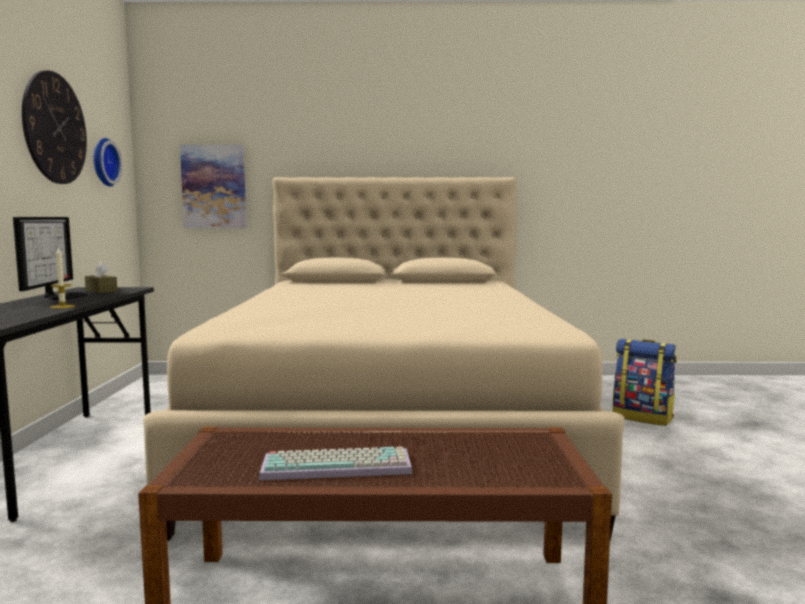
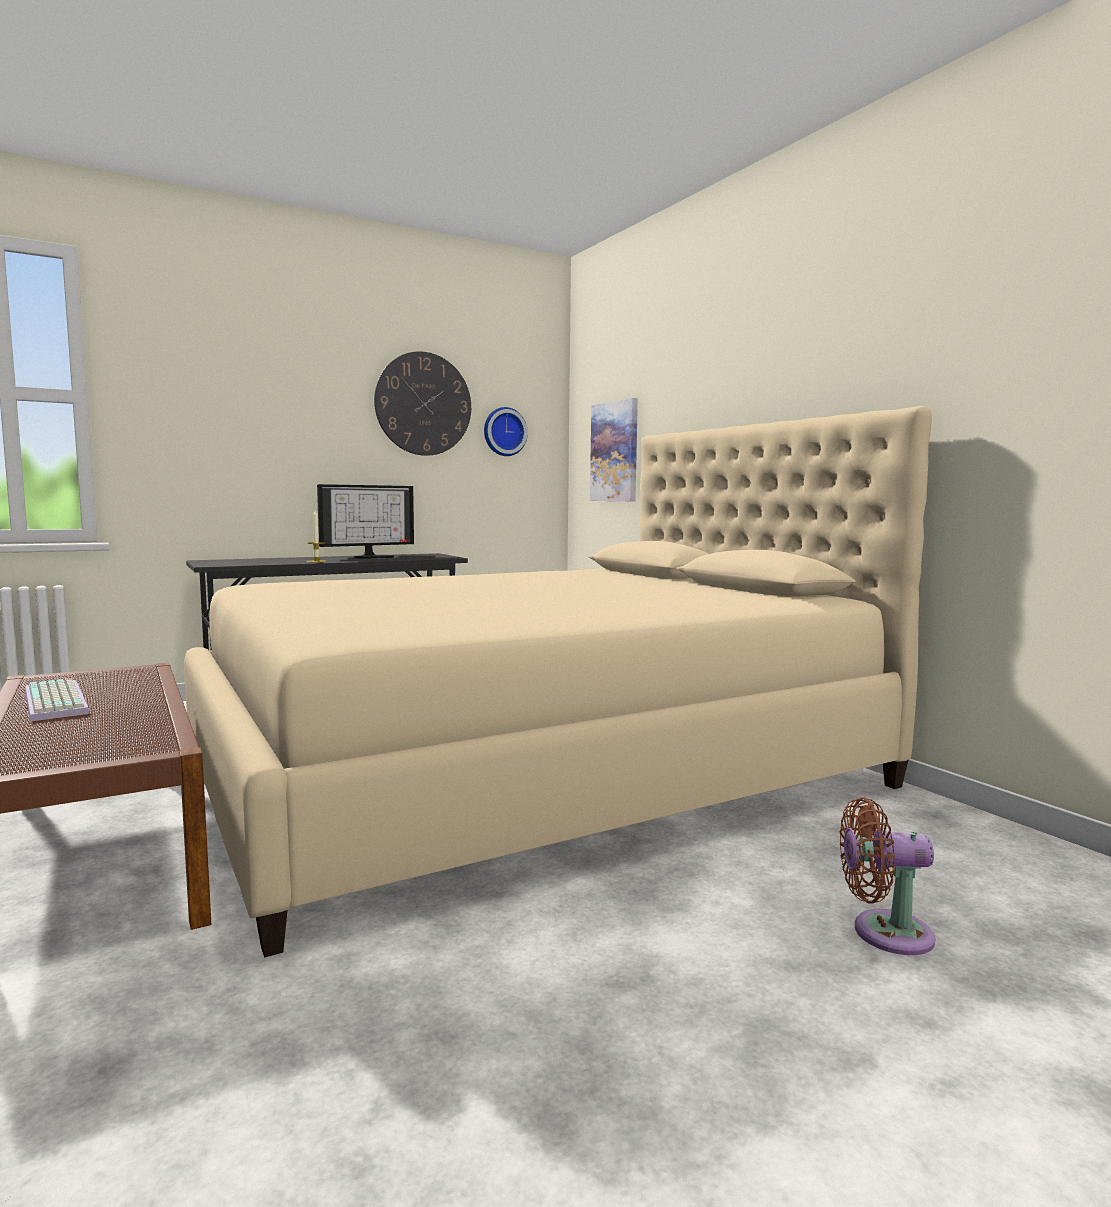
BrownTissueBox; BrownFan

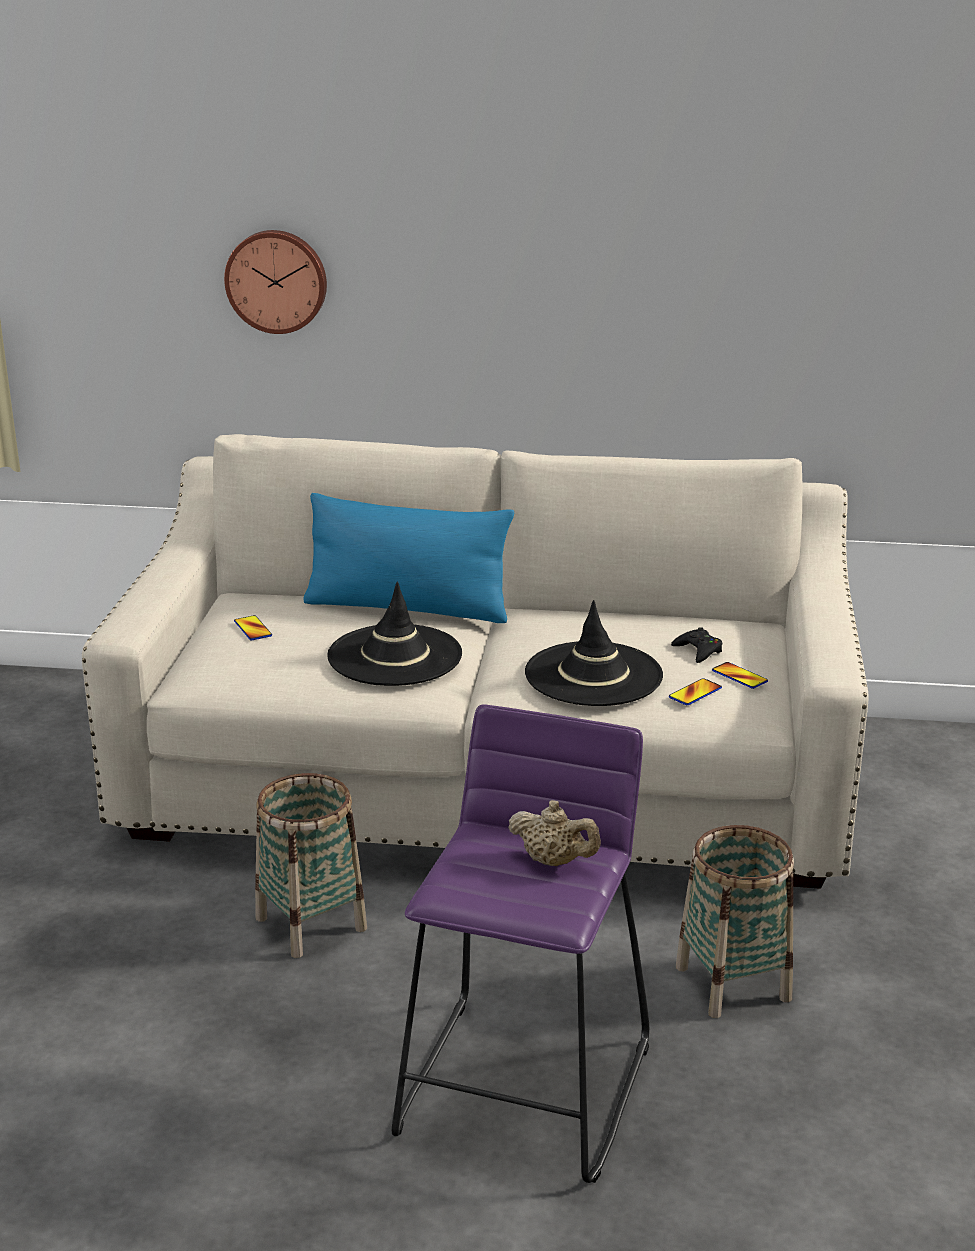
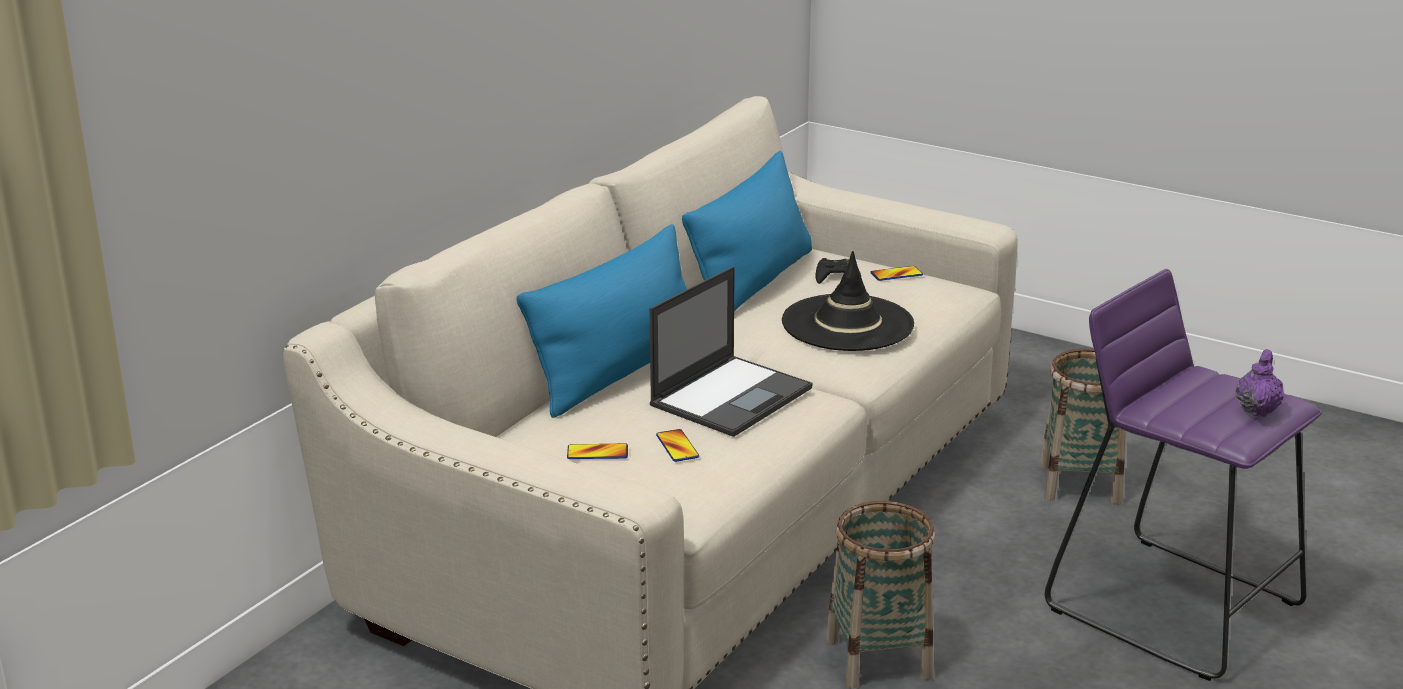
WallClock; Laptop; BeigeTeapot; Phone (no. 2 from left); BluePillow (no. 2 from left); PurpleTeapot

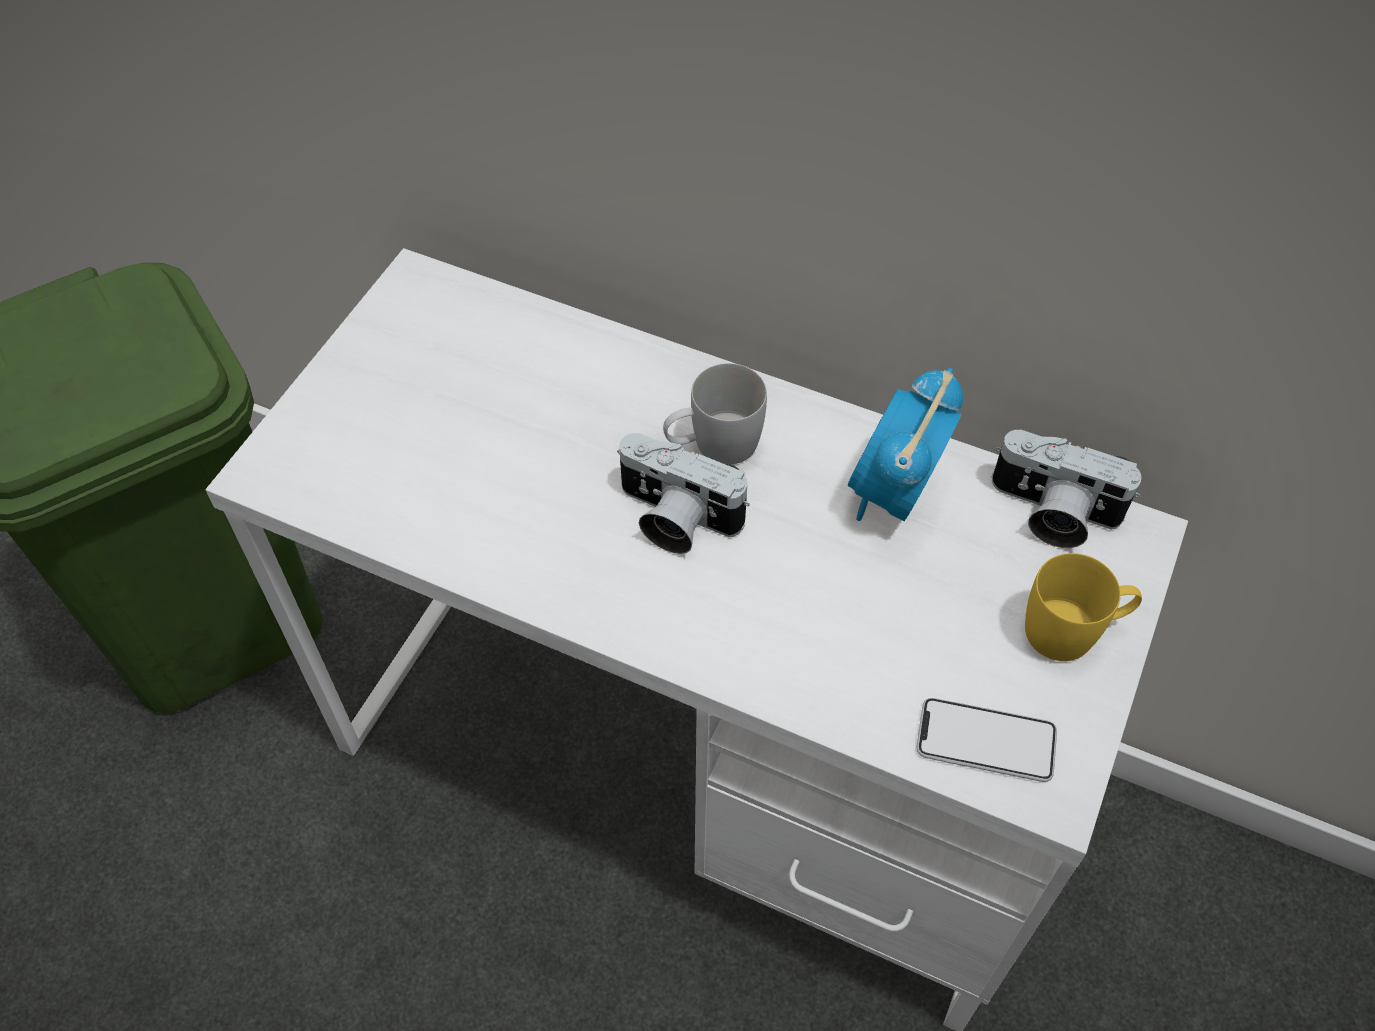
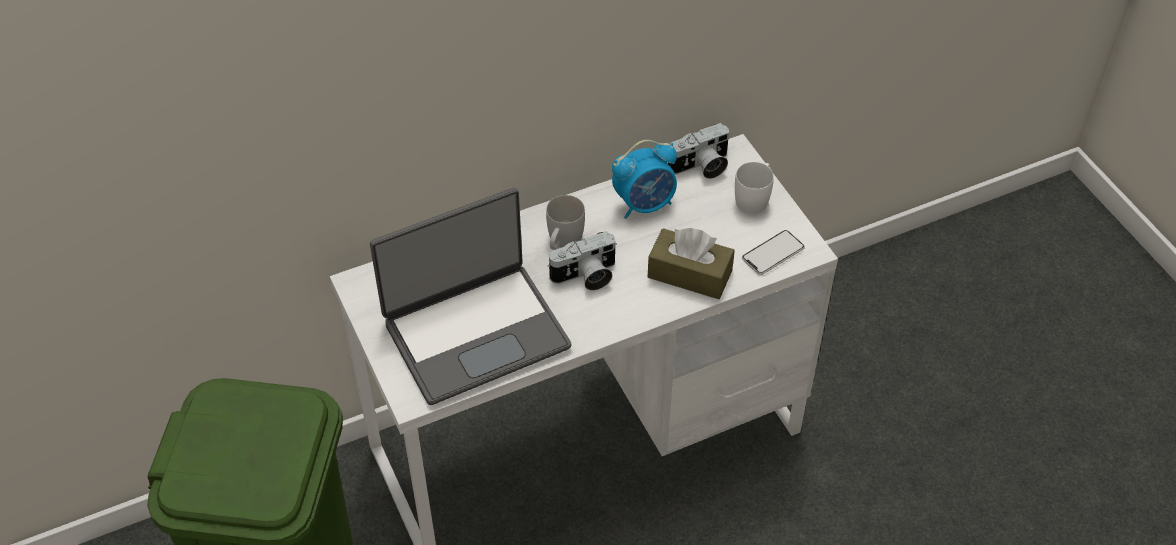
AlarmClock; WhiteMug (no. 2 from left); Laptop; BrownTissueBox

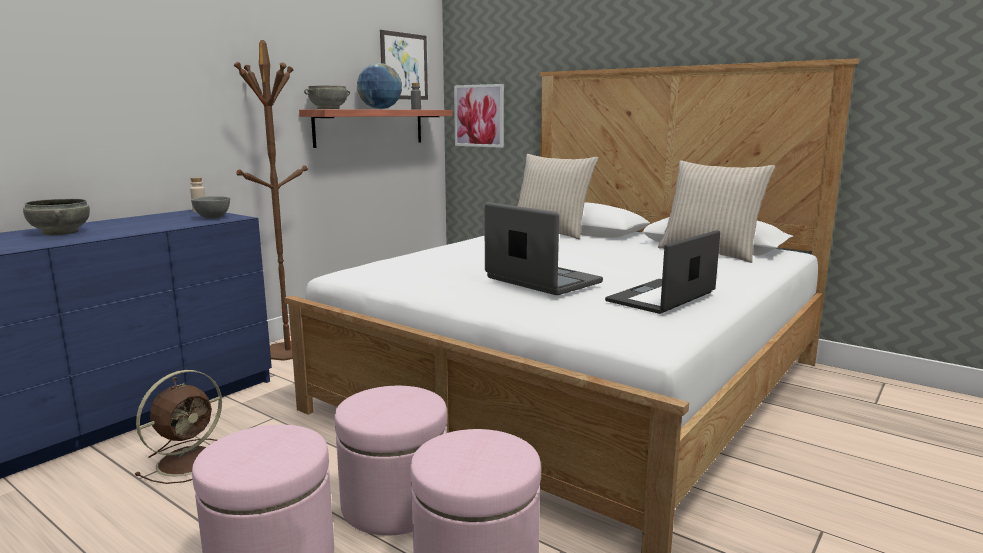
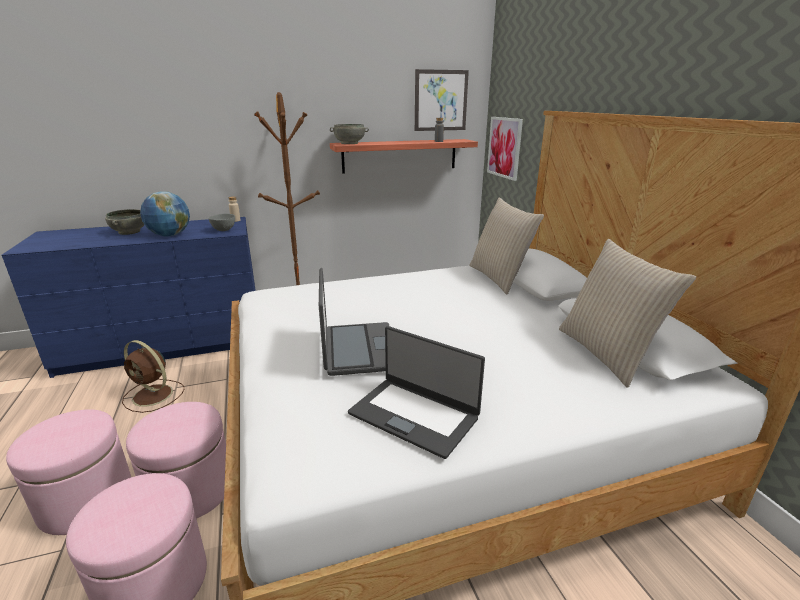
BrownFan; Globe; Laptop (no. 2 from left)

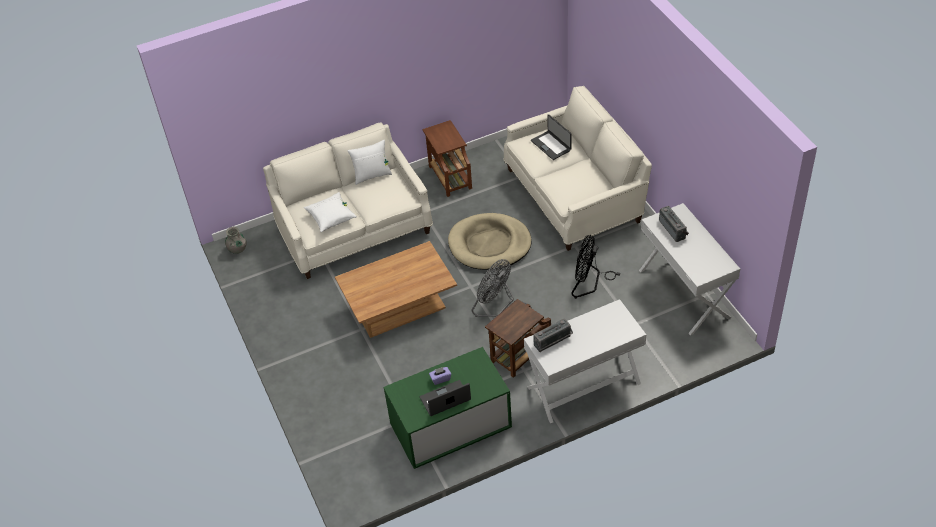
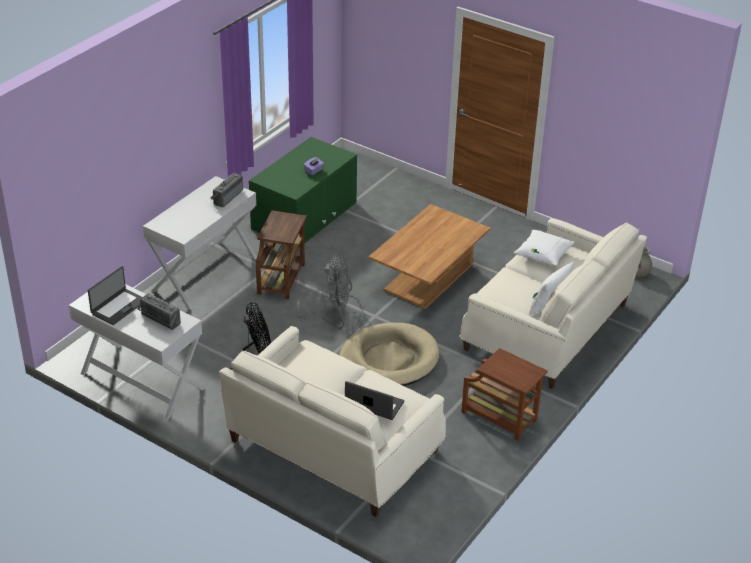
Laptop (no. 1 from left)

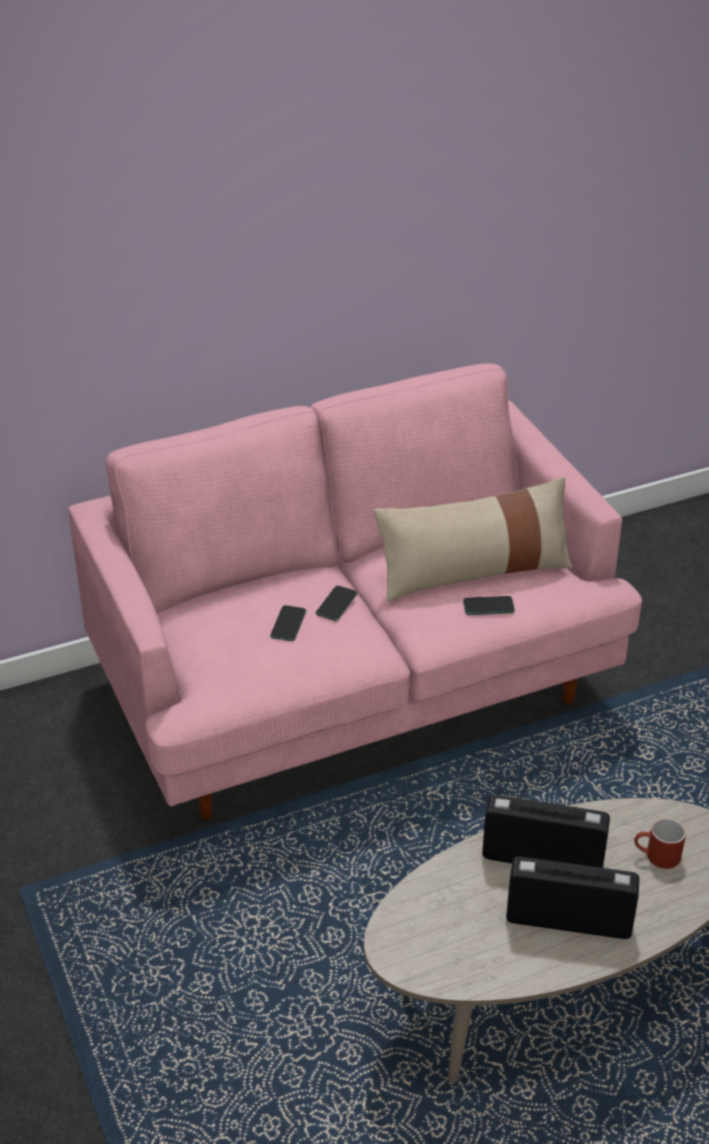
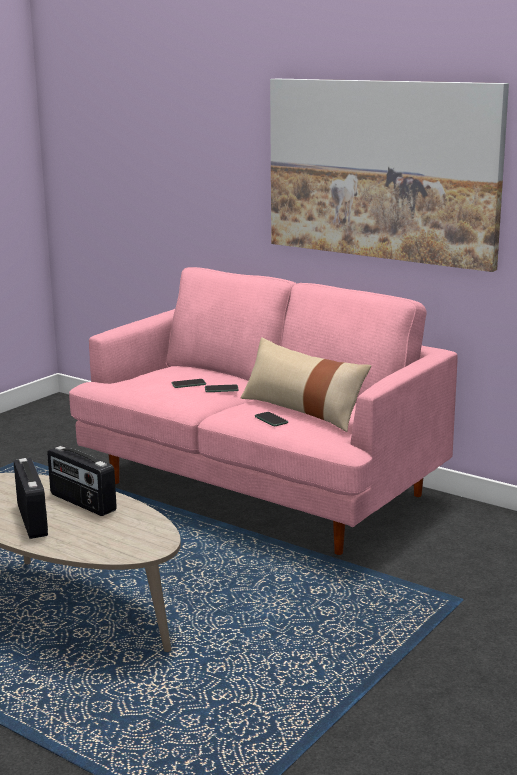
Radio (no. 2 from left); RedMug; Picture

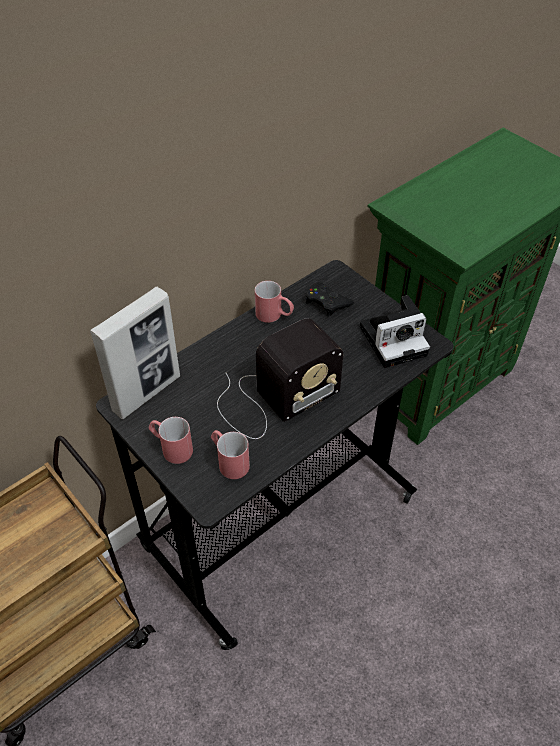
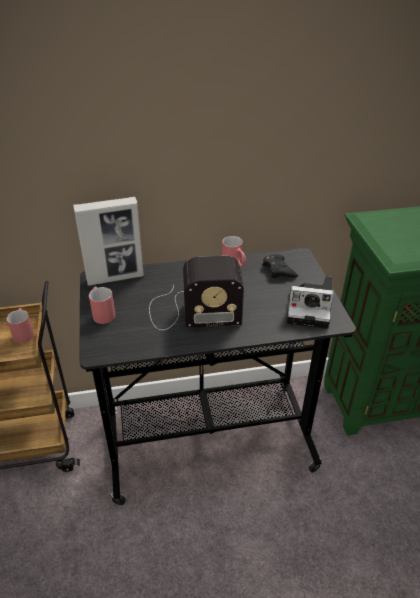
RedMug (no. 1 from left)

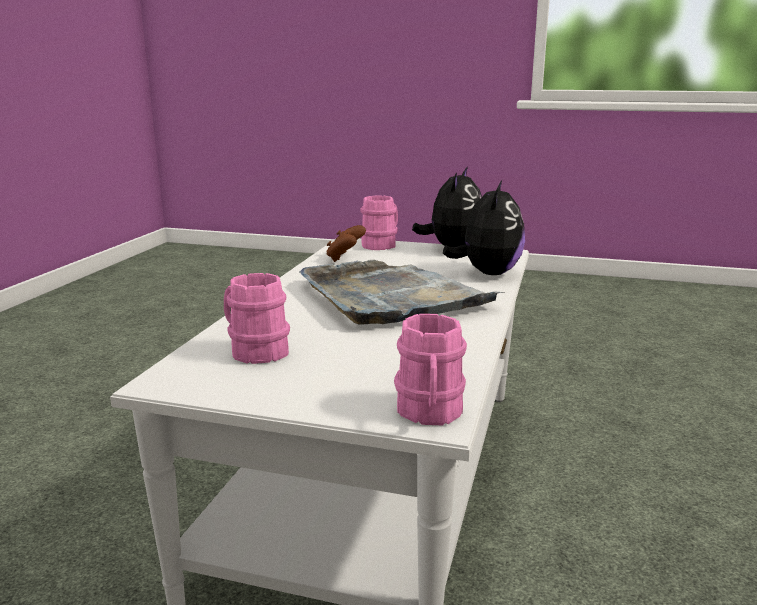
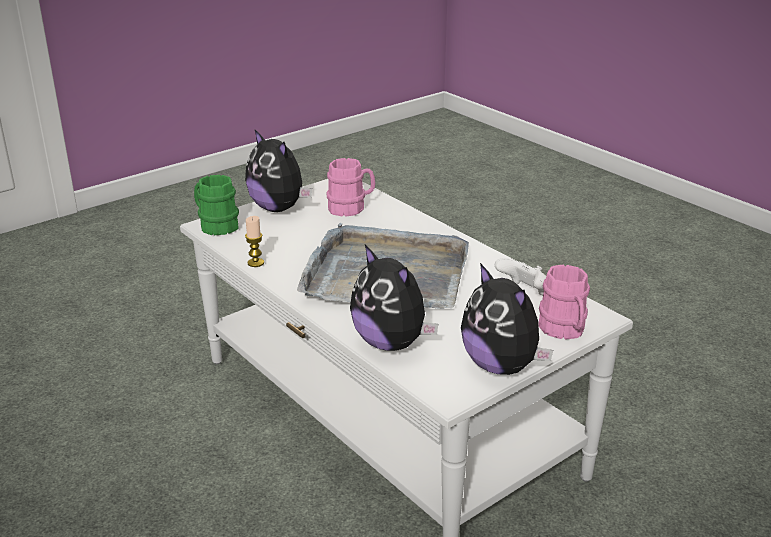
WhiteGameController; GreenMug; PlushToy (no. 1 from left); Candle

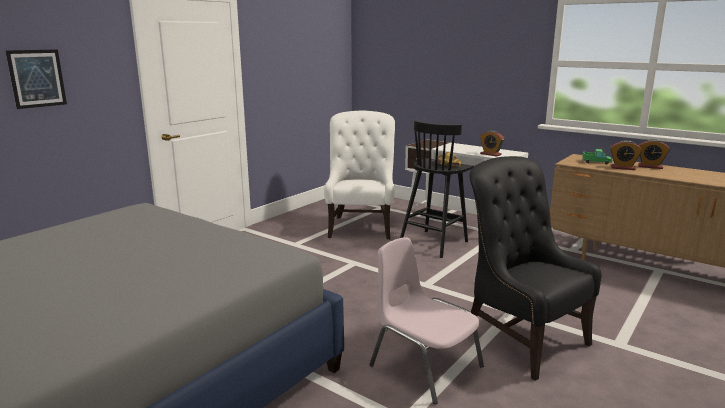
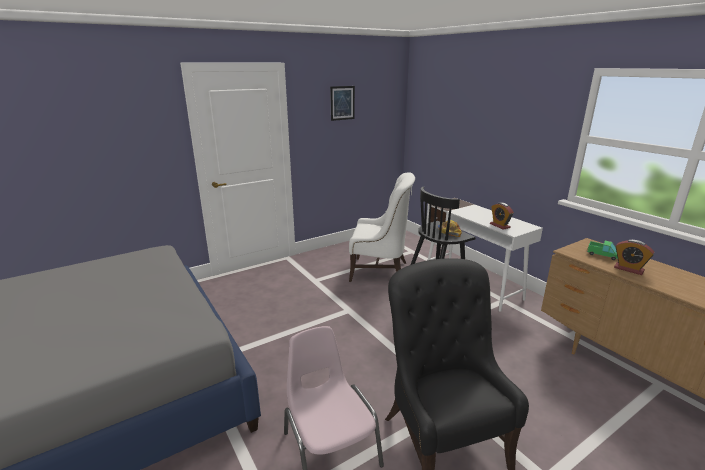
Picture; WhiteChair; AlarmClock (no. 3 from left in the first image)

